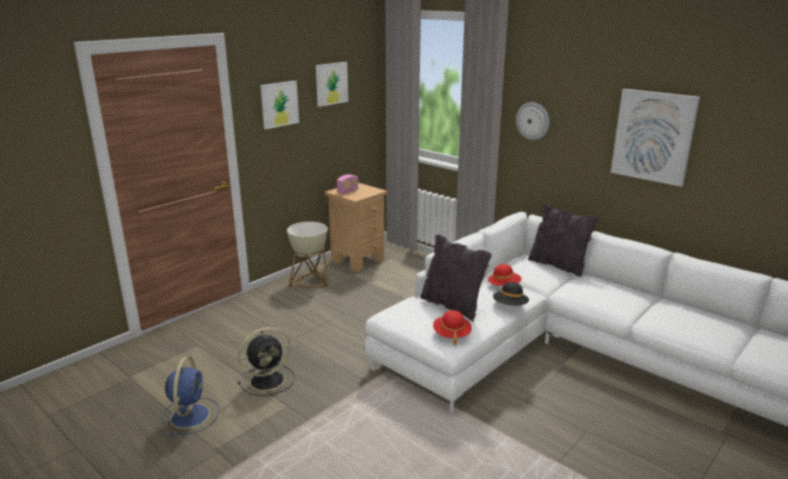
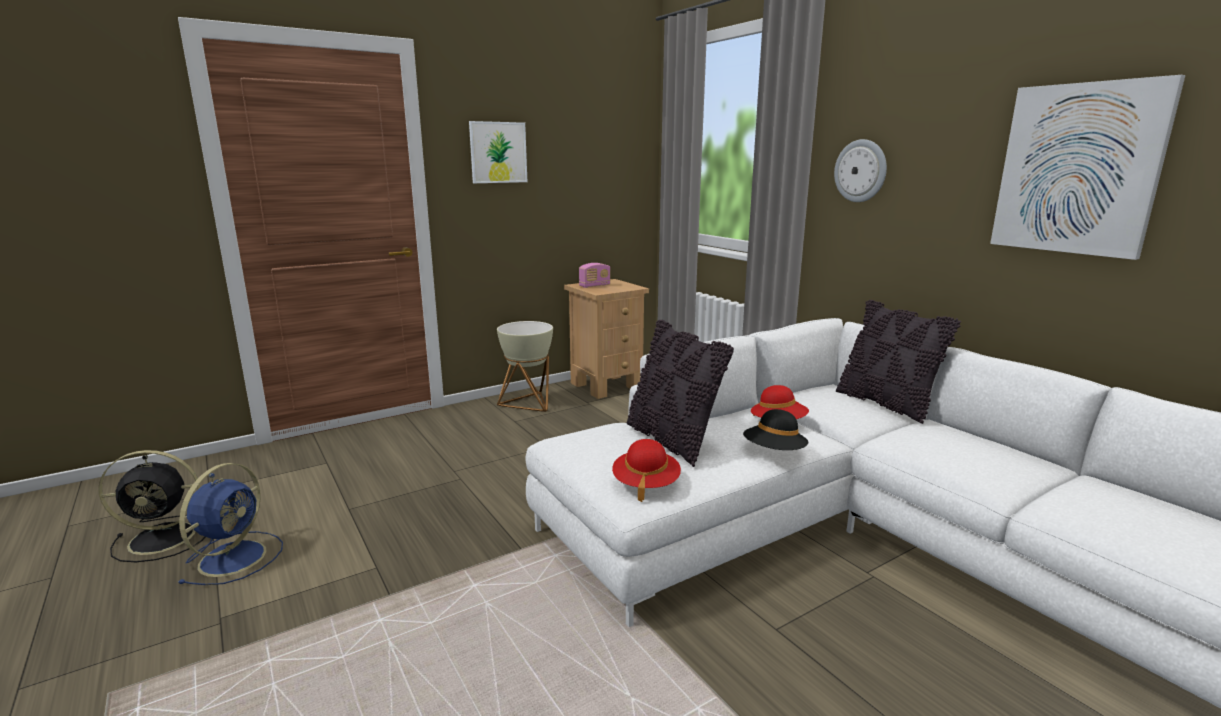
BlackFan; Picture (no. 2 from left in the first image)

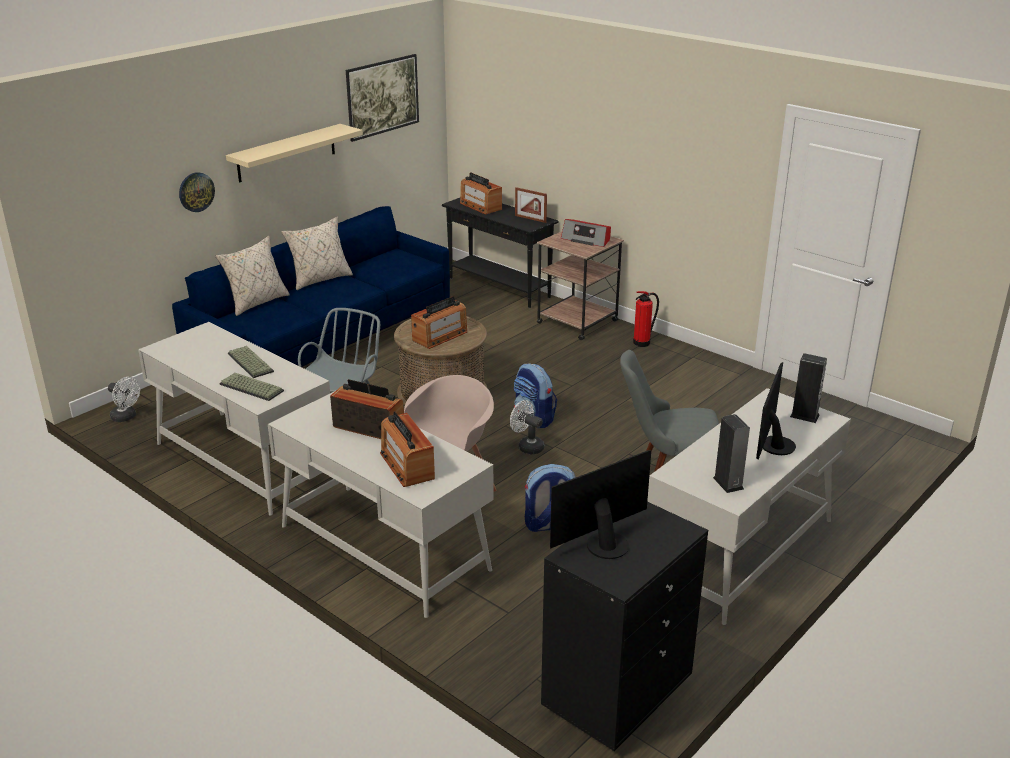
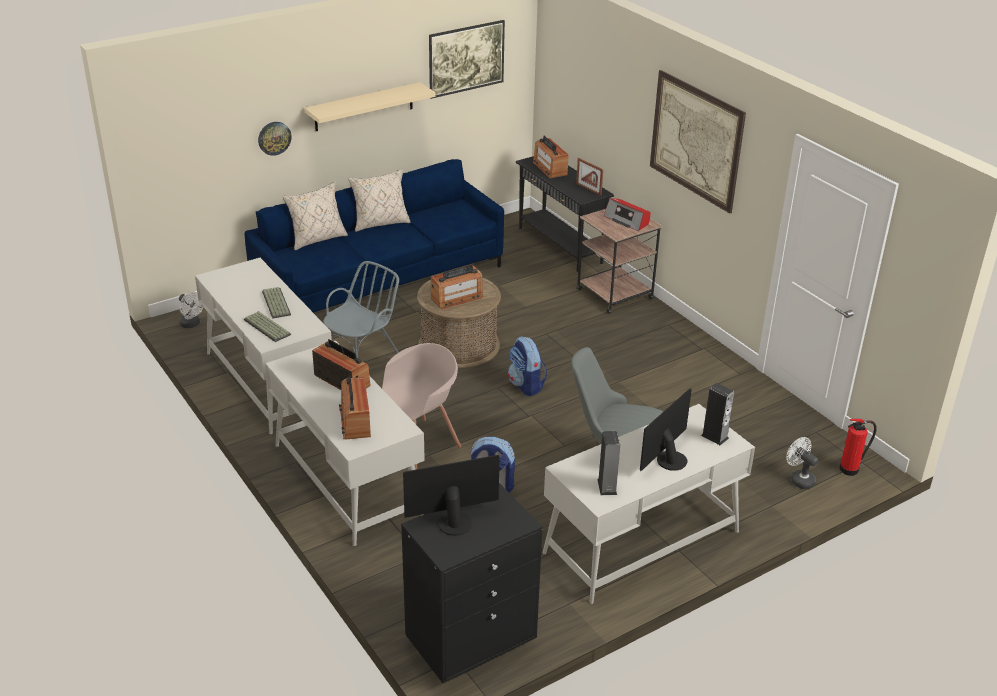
WhiteFan (no. 2 from left); FireExtinguisher; Picture (no. 2 from left)

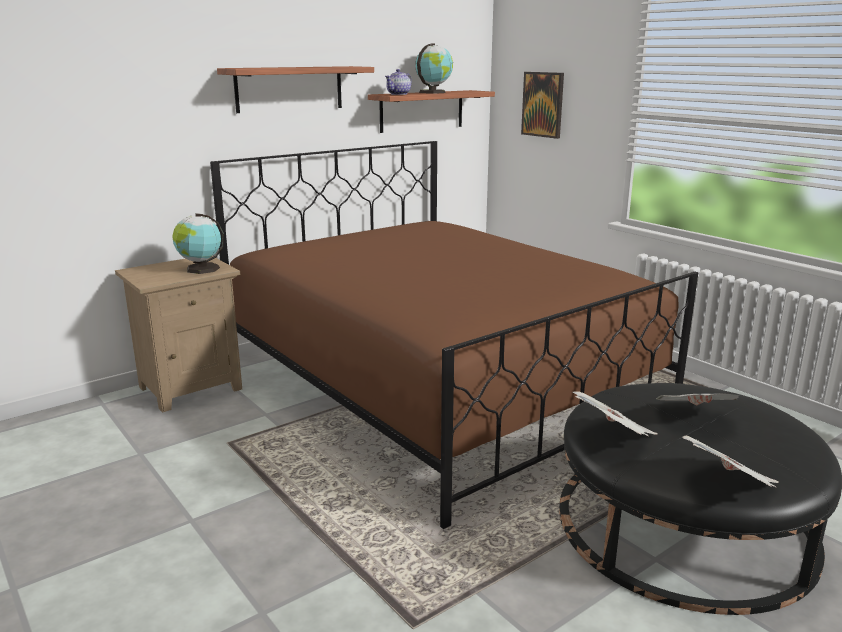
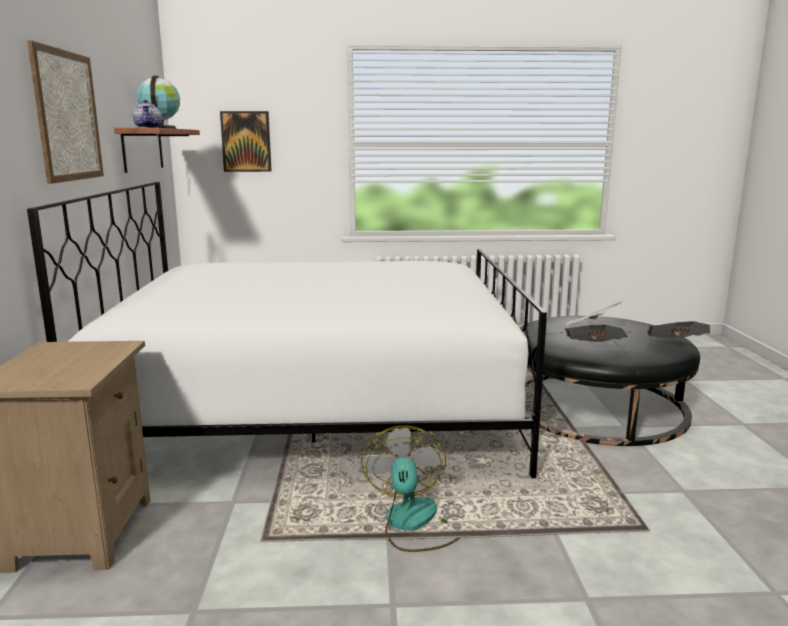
Globe (no. 1 from left in the first image); WhiteBed; Picture (no. 1 from left); Fan

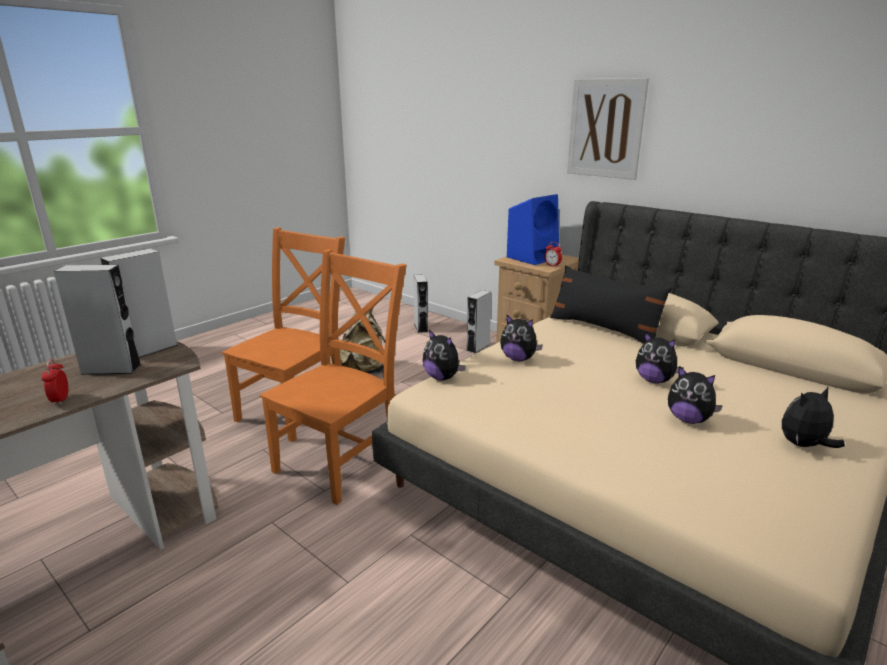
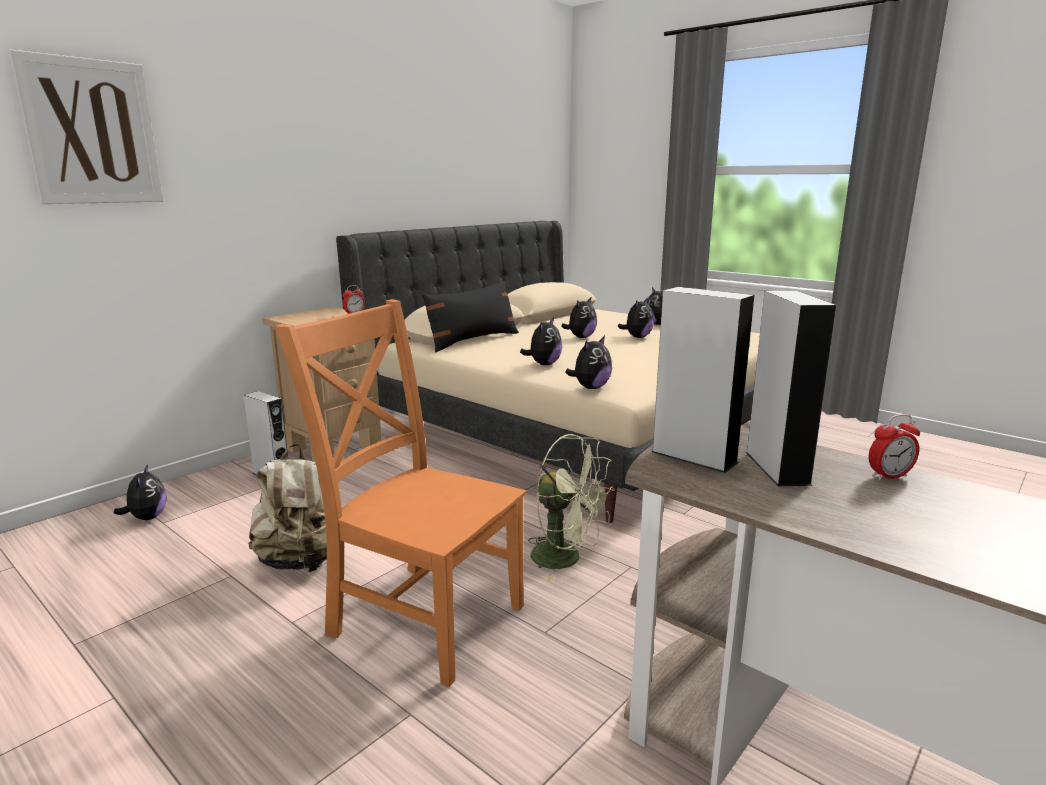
GreenFan; PlushToy (no. 1 from left); BlueSpeaker; Picture

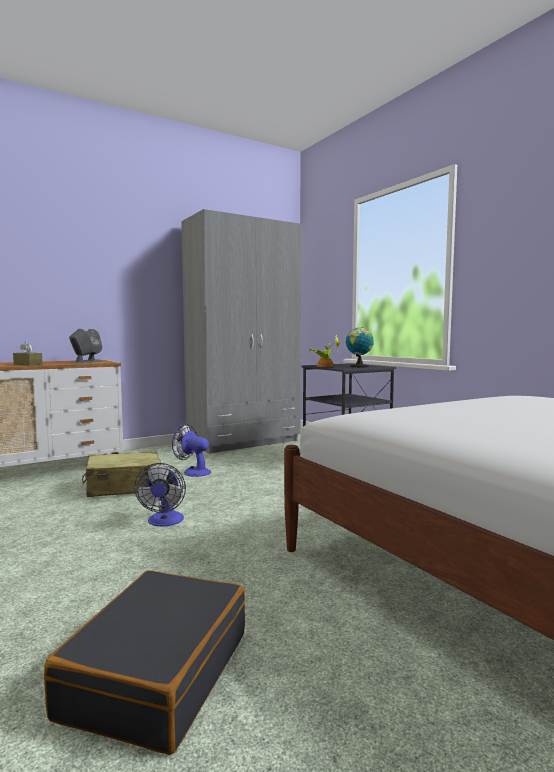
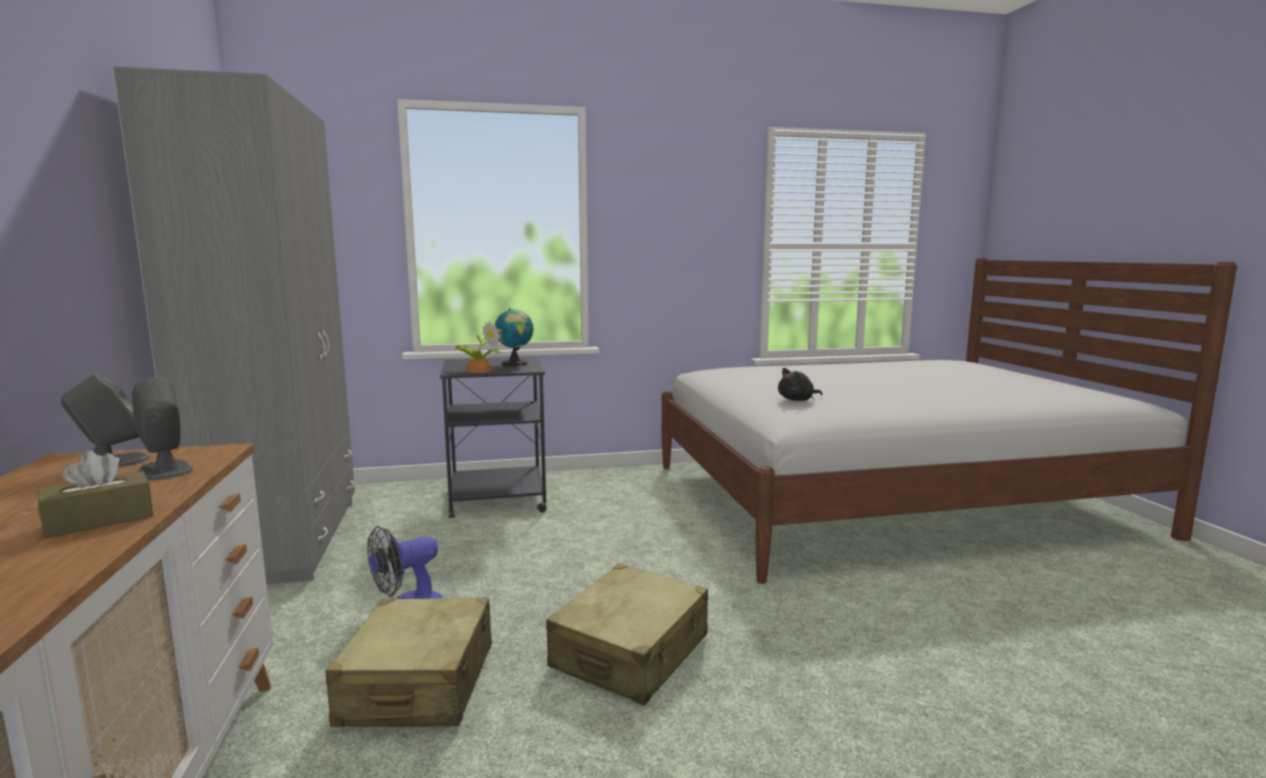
BlackSuitcase; BeigeSuitcase (no. 2 from left); BlackPlushToy

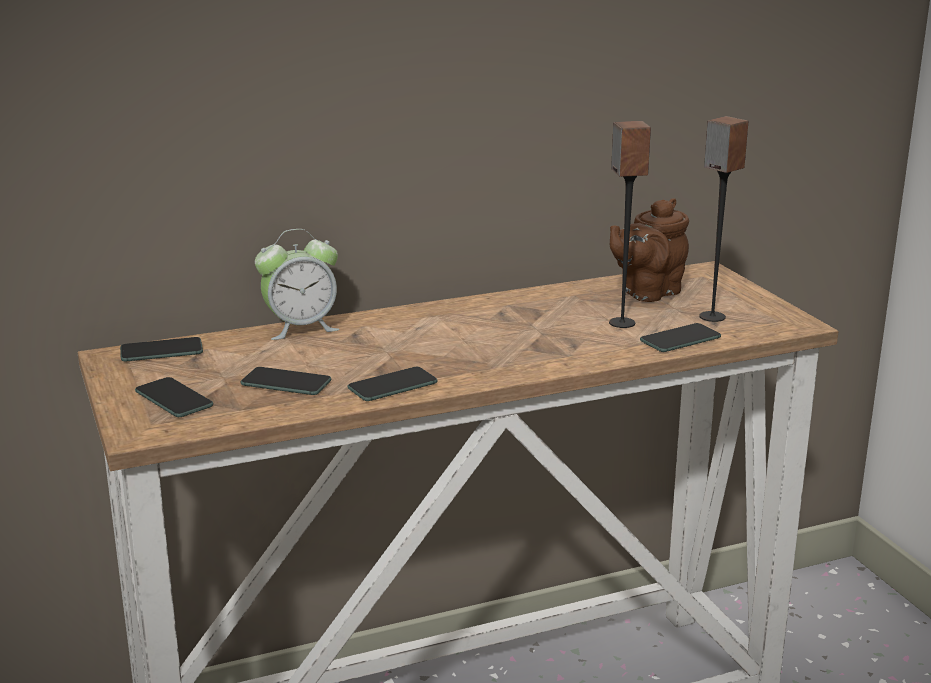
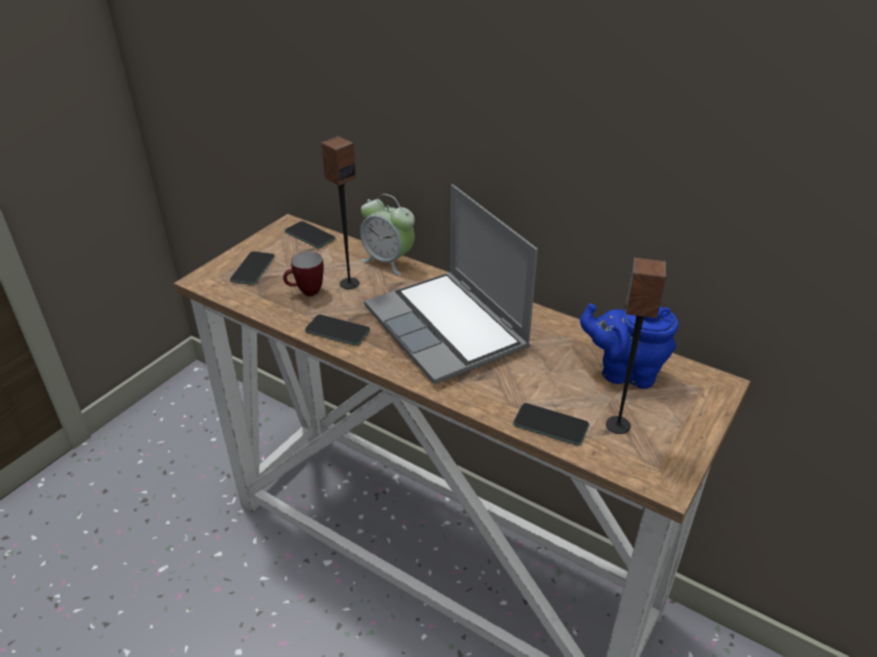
Mug; Speaker (no. 1 from left); BlueTeapot; Laptop

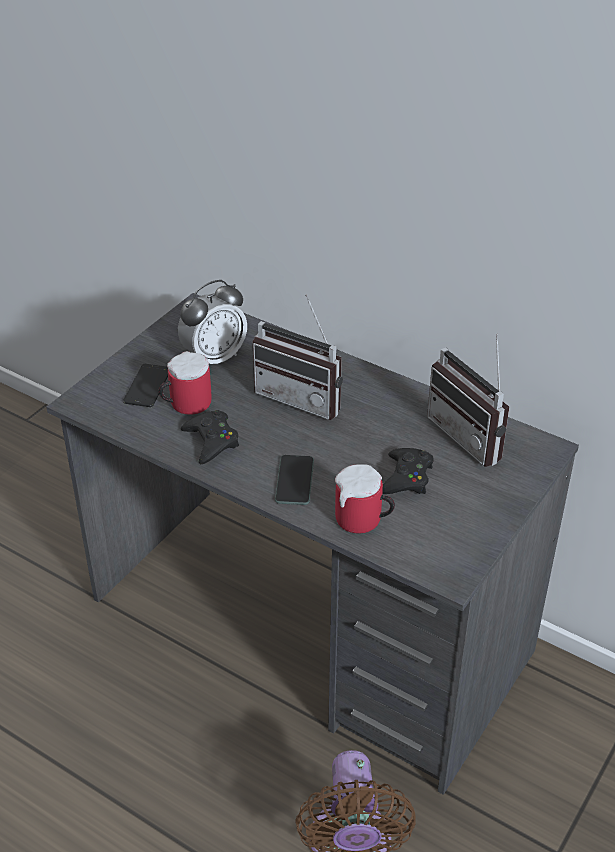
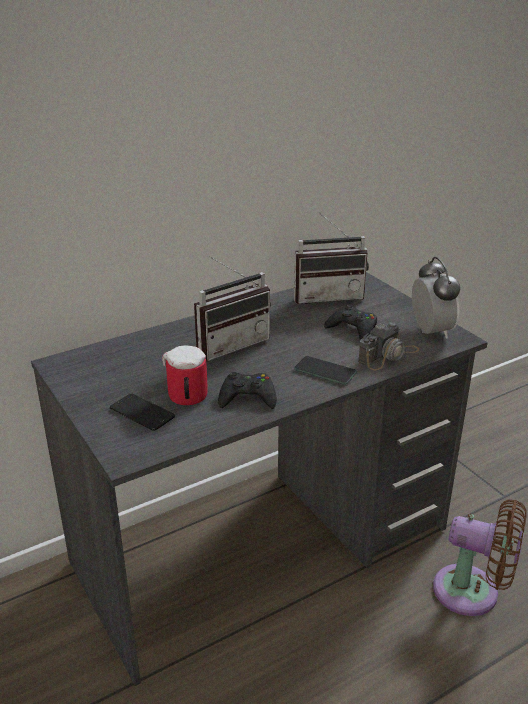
AlarmClock; PhotoCamera

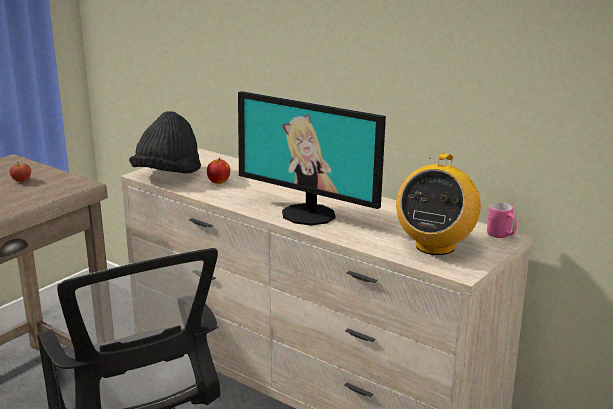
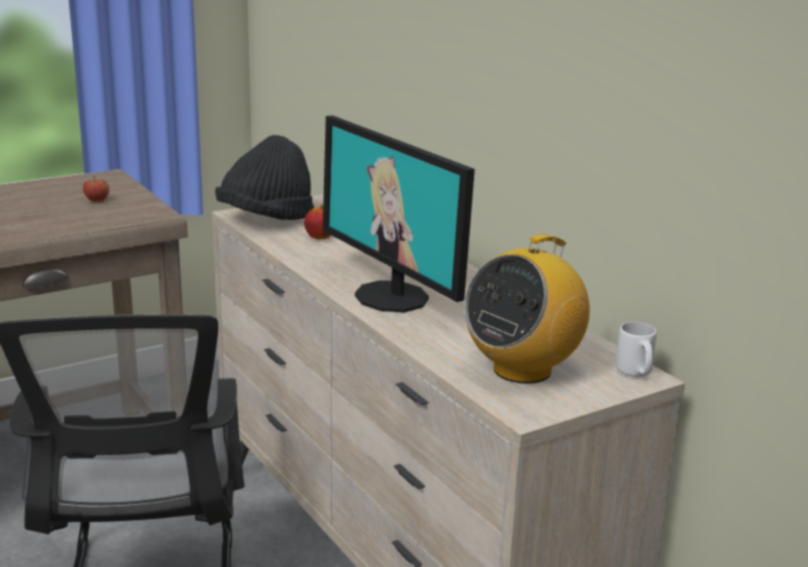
WhiteMug

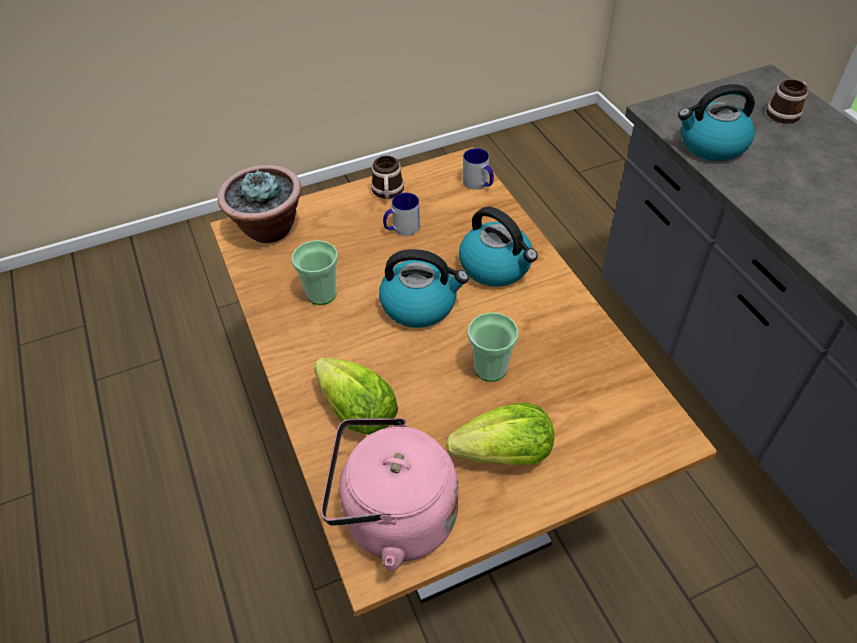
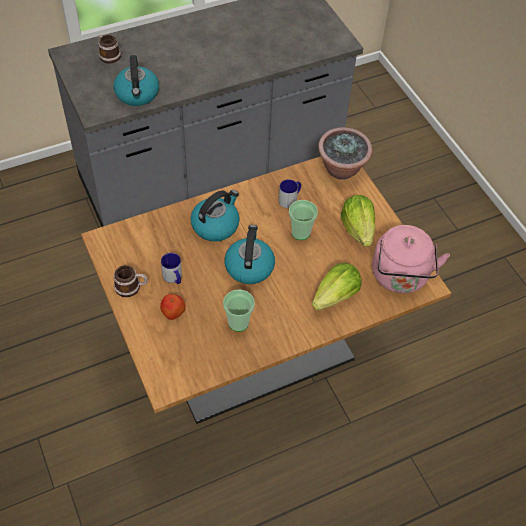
PottedPlant; Mug (no. 4 from left); Apple

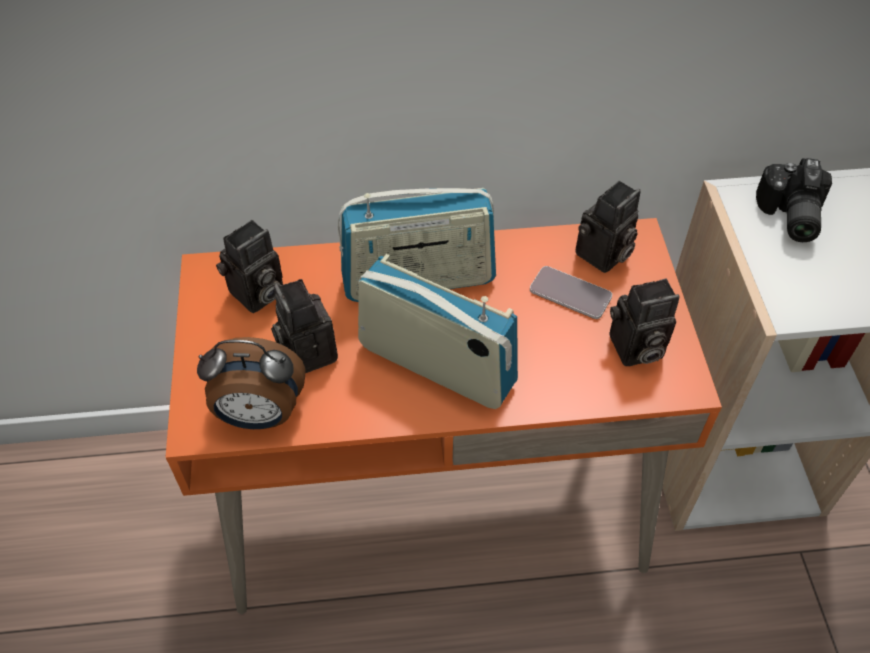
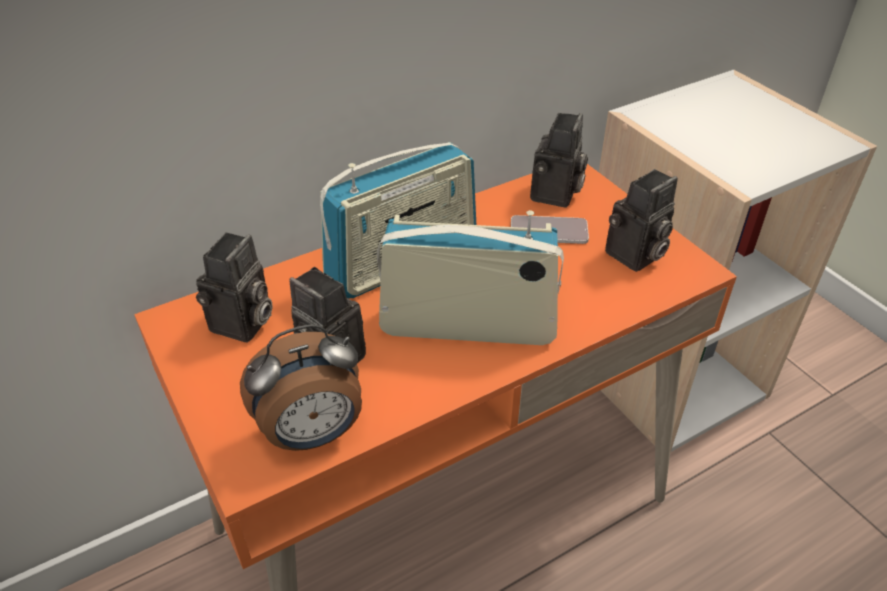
PhotoCamera (no. 5 from left in the first image)

